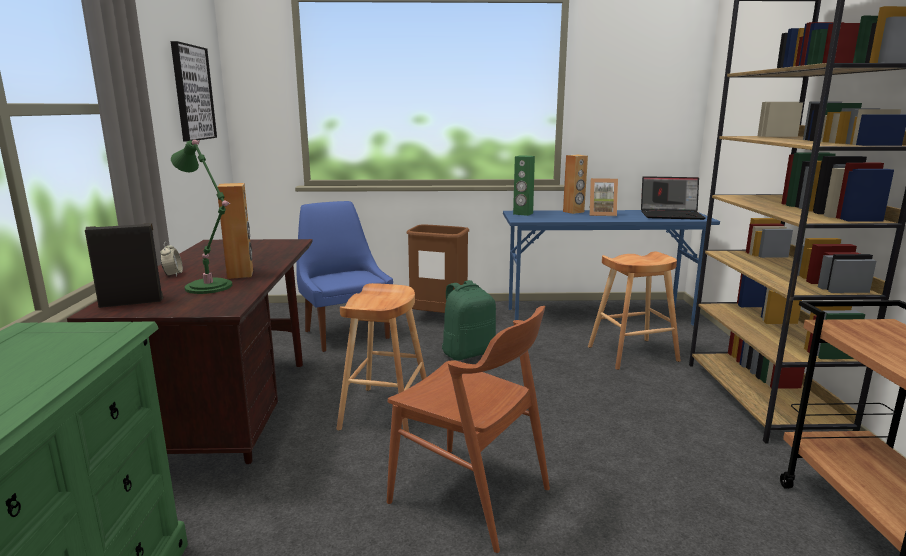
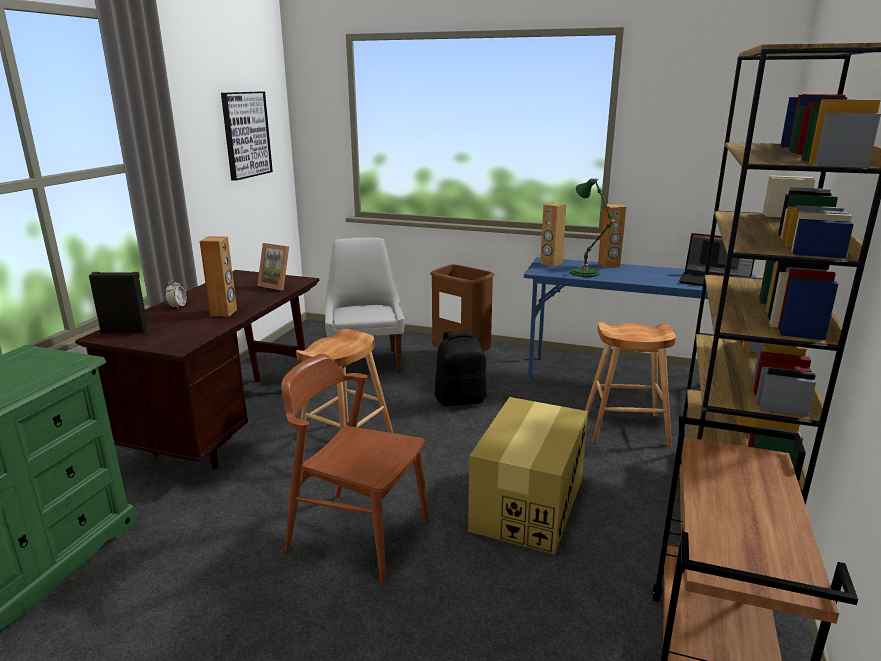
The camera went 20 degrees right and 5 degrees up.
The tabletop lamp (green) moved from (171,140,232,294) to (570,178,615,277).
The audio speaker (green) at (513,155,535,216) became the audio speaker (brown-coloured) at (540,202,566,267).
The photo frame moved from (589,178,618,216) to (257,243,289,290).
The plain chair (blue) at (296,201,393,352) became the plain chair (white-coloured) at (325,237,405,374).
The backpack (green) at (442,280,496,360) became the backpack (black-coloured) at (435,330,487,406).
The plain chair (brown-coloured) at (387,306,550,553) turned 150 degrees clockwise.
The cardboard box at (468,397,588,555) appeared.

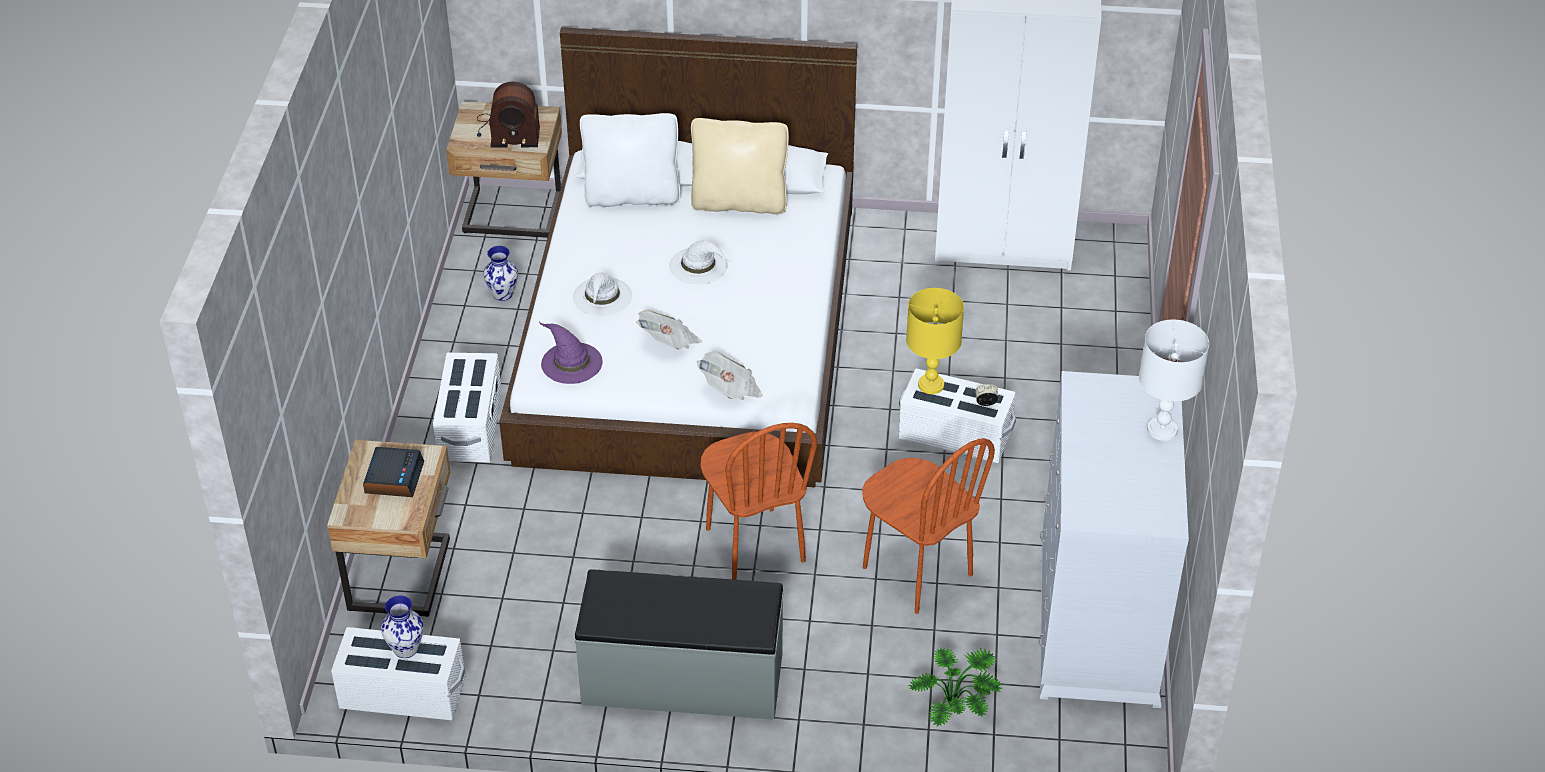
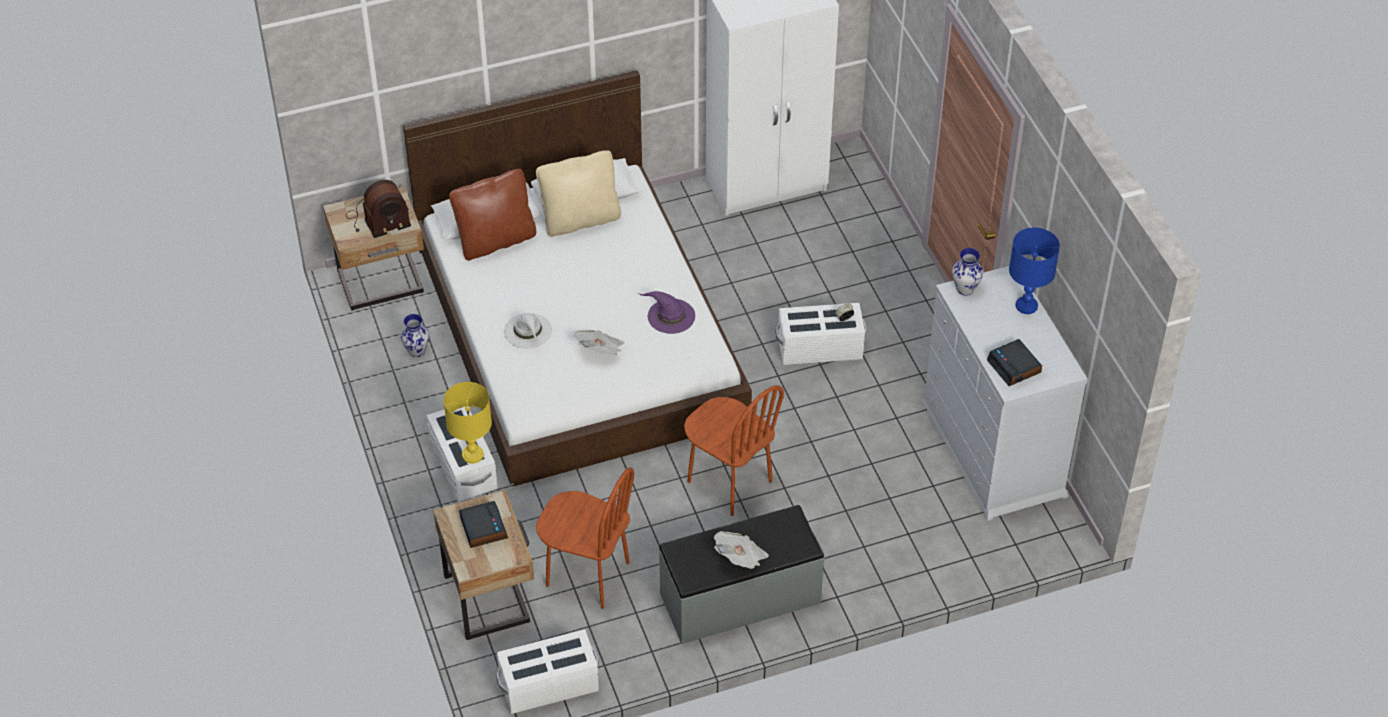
The camera went 25 degrees left and 5 degrees up.
The throw pillow (white-coloured) at (580,113,681,207) became the throw pillow (brown-coloured) at (449,169,536,261).
The wearable hat (white-coloured) at (669,241,730,285) disappeared.
The tabletop lamp (yellowish) moved from (906,288,964,394) to (444,382,492,464).
The tabletop lamp (white-coloured) at (1139,320,1209,441) became the tabletop lamp (blue) at (1009,228,1060,314).
The wearable hat (purple) moved from (539,322,603,384) to (638,291,695,334).
The printed paper moved from (697,352,763,400) to (714,531,769,569).
The plain chair (brown-coloured) moved from (862,438,995,614) to (536,467,634,609).
The flower vase moved from (381,596,424,658) to (952,248,984,296).
The potted plant at (909,647,1002,727) disappeared.
The table clock at (987,339,1042,386) appeared.

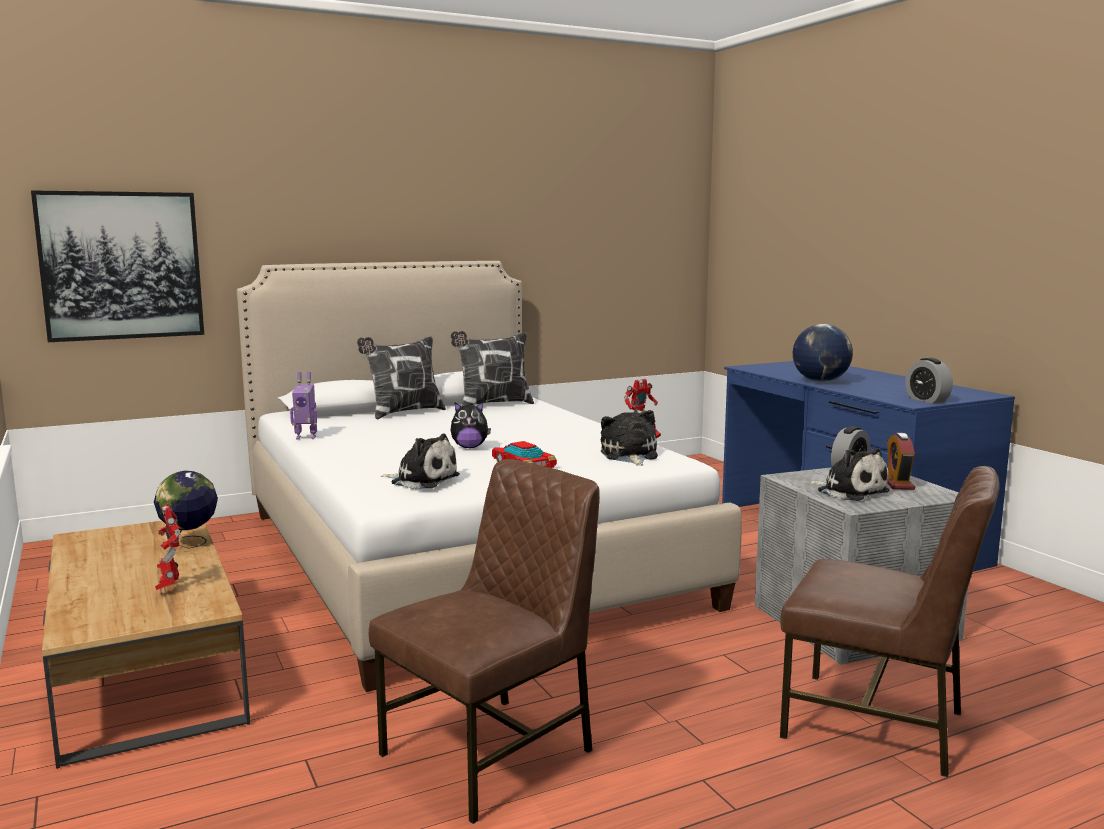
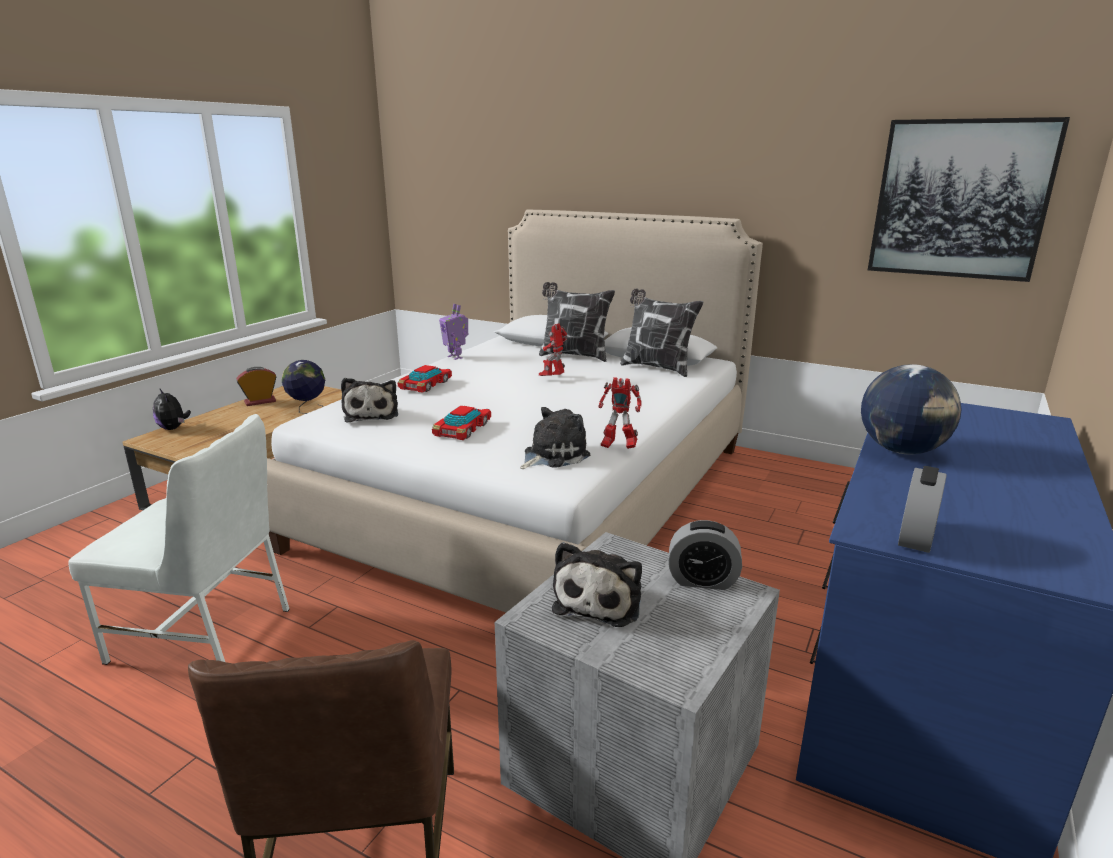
The camera went 55 degrees right and 10 degrees up.
The wall picture moved from (31,190,204,342) to (868,117,1070,282).
The soft toy moved from (450,402,491,448) to (153,388,191,430).
The table clock moved from (887,433,915,490) to (236,367,277,406).
The plain chair (brown-coloured) at (369,459,600,824) became the plain chair (white-coloured) at (68,414,290,665).
The robot figure moved from (155,503,181,590) to (539,323,568,376).
The toy car at (398,365,452,393) appeared.

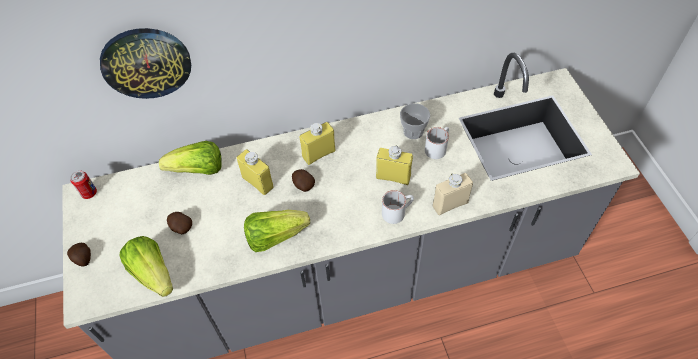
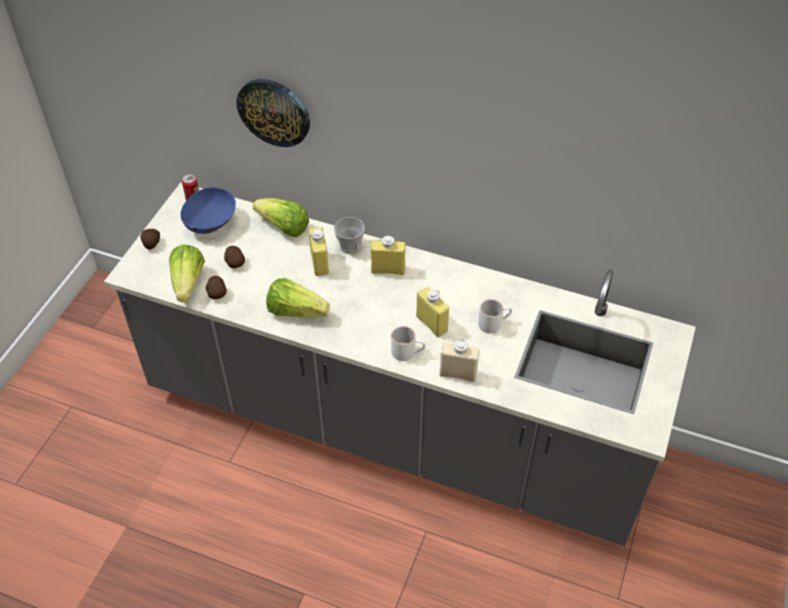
The camera went 35 degrees right and 5 degrees down.
The small cup moved from (400,103,430,139) to (334,217,365,254).
The potato moved from (292,169,315,192) to (206,276,227,299).
The serving bowl (blue) at (180,187,236,234) appeared.

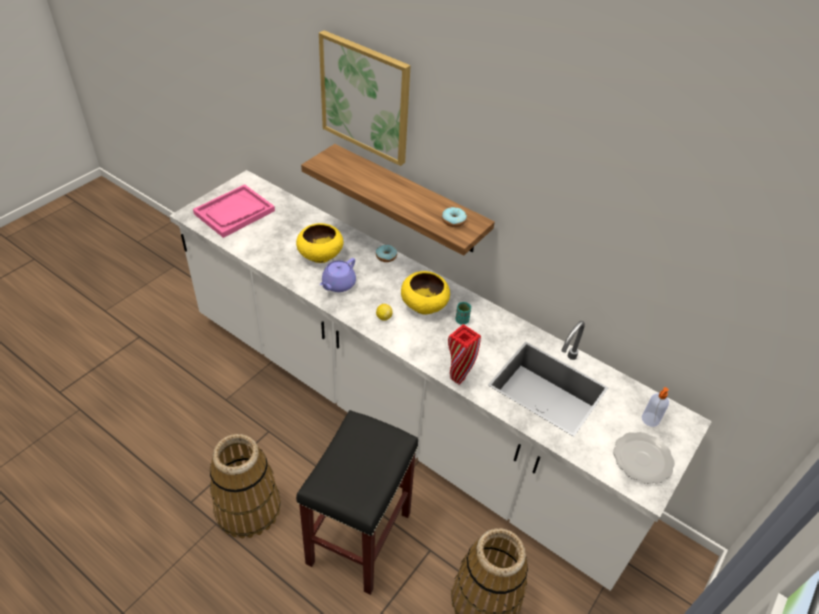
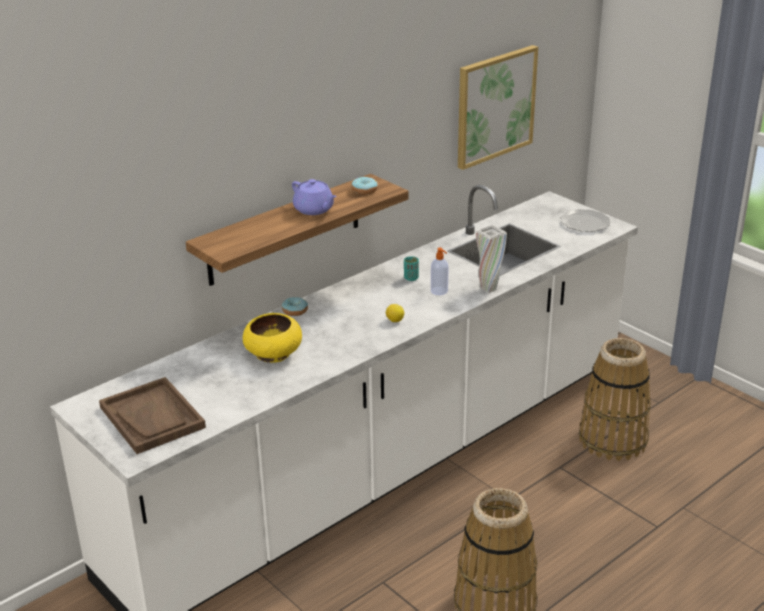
The camera went 75 degrees left and 15 degrees down.
The wall picture moved from (319,30,411,166) to (458,45,538,170).
The tray (pink-coloured) at (193,184,275,238) became the tray (brown-coloured) at (99,377,206,454).
The tea pot (purple) moved from (320,258,356,292) to (292,179,337,215).
The serving bowl (yellowish) at (401,271,450,315) disappeared.
The flower vase (reddish) at (448,324,481,384) became the flower vase (white-coloured) at (476,225,507,293).
The soap dispenser moved from (642,387,669,427) to (431,248,448,295).
The stool seat (black-coloured) at (296,410,418,595) disappeared.

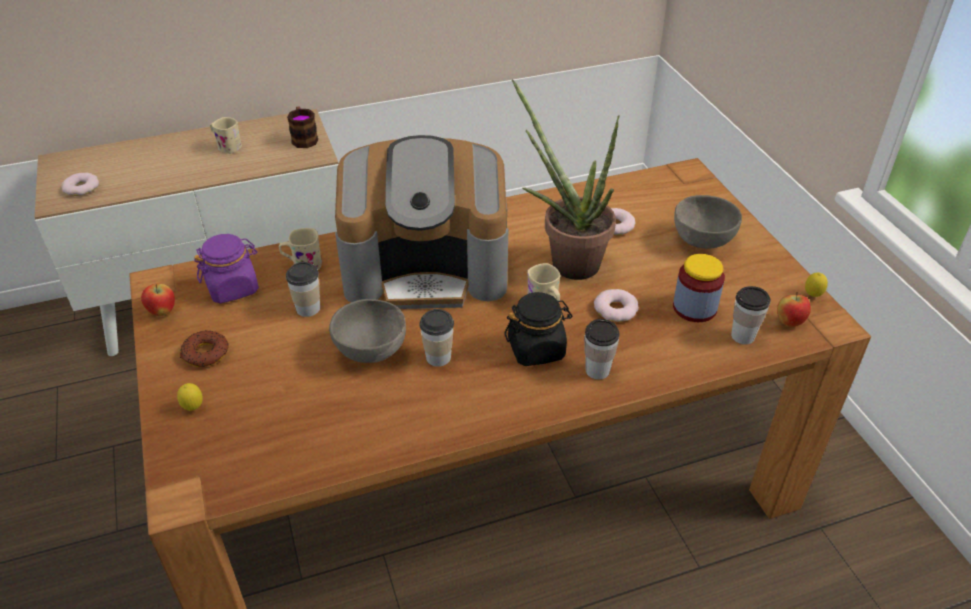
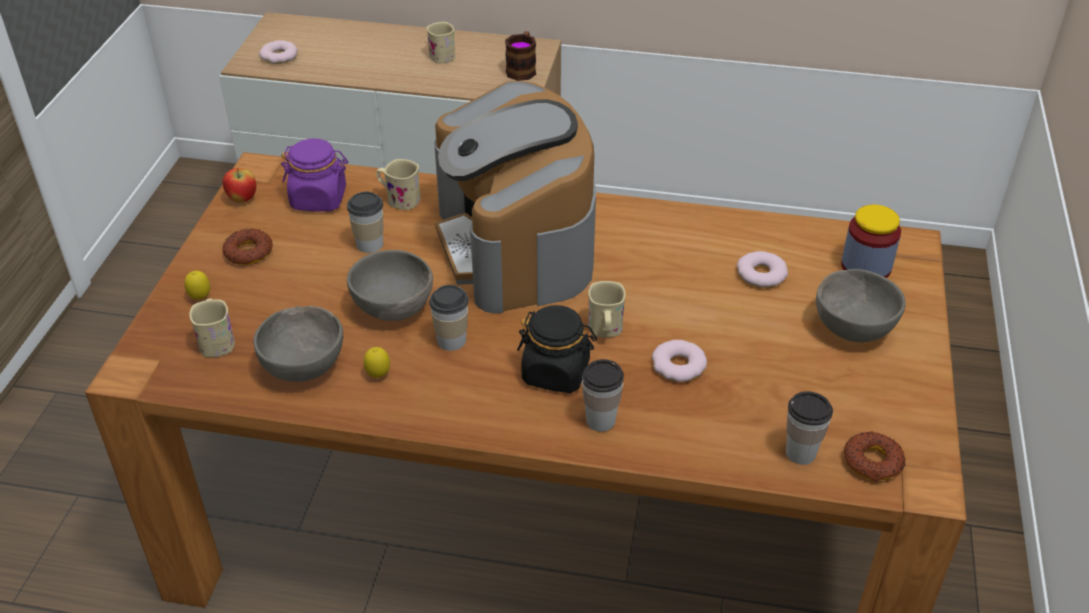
The camera went 30 degrees right and 0 degrees up.
The potted plant at (512,79,620,280) disappeared.
The coffee maker at (335,135,509,309) turned 45 degrees clockwise.
The storage jar moved from (673,254,725,322) to (841,204,901,278).
The whole lemon moved from (805,272,828,297) to (364,347,390,378).
The apple fruit at (777,292,811,327) was replaced by the doughnut at (844,431,905,482).
The mug (sand-coloured) at (189,299,235,357) appeared.
The serving bowl (gray) at (253,306,343,382) appeared.

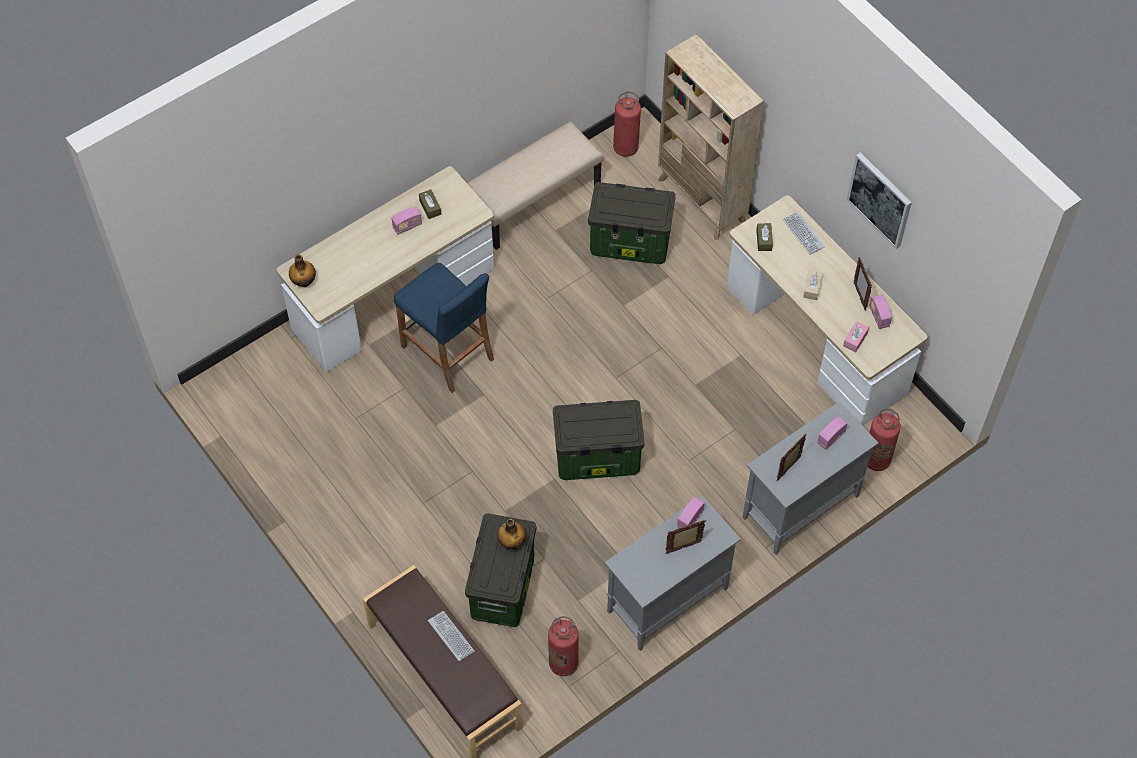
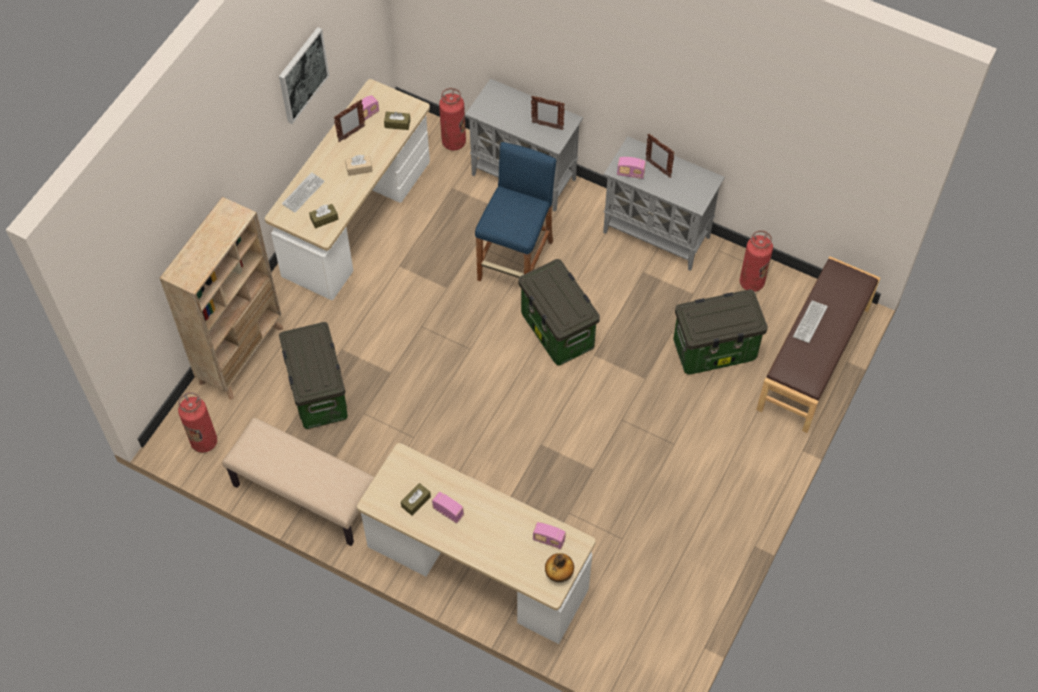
The camera went 115 degrees left and 0 degrees up.
The stool seat (blue) moved from (394,263,494,393) to (475,142,557,281).
The tissue box (pink-coloured) at (843,321,869,352) became the tissue box (brown-coloured) at (384,112,410,130).
The radio moved from (817,416,847,450) to (533,522,566,549).
The bottle at (497,519,526,549) disappeared.

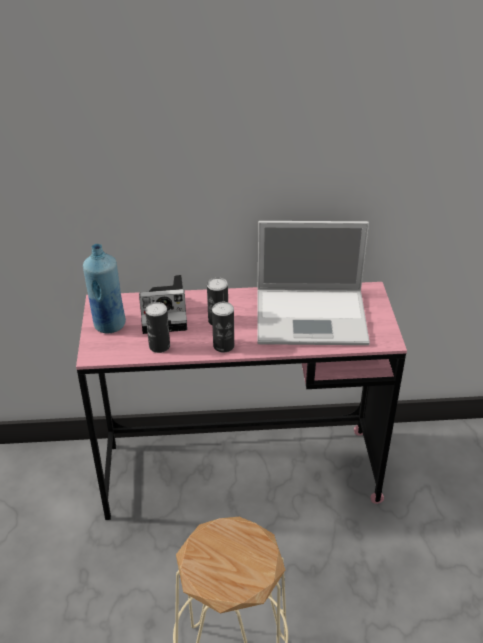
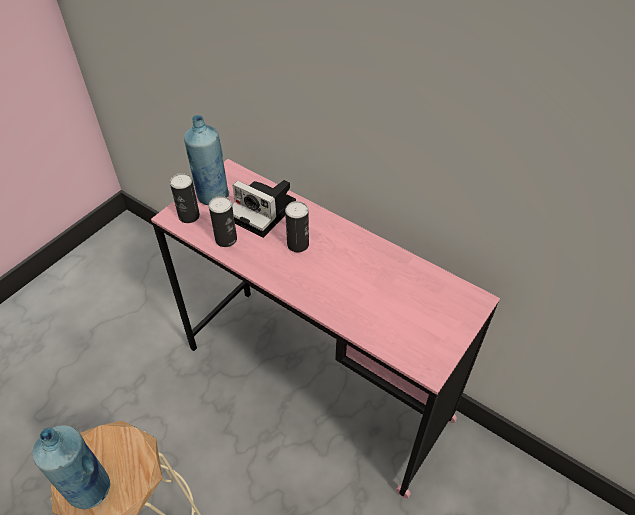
The camera went 40 degrees right and 10 degrees up.
The portable computer at (257,221,370,345) disappeared.
The metal can moved from (212,302,234,352) to (170,173,200,223).
The bottle (blue) at (33,425,110,509) appeared.

